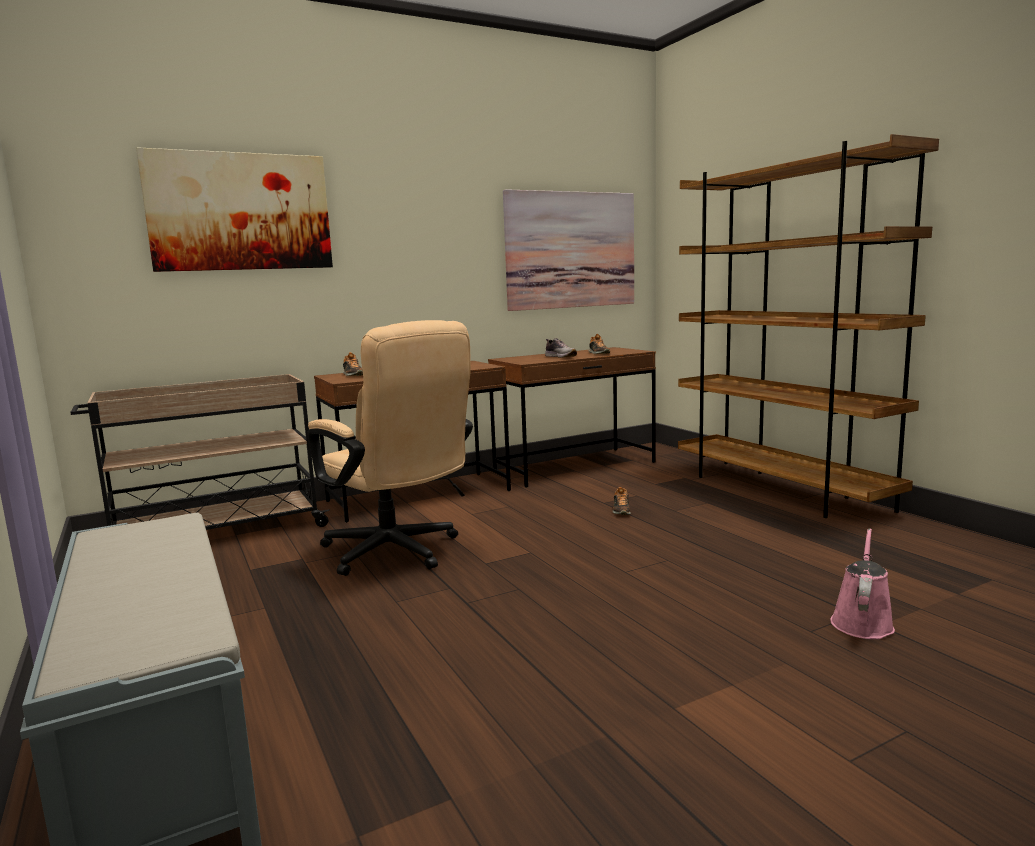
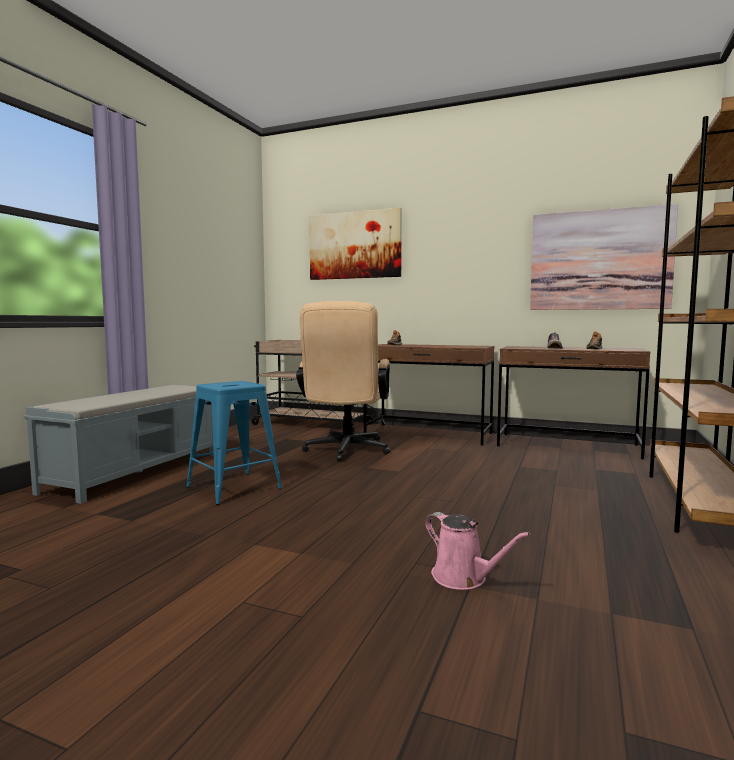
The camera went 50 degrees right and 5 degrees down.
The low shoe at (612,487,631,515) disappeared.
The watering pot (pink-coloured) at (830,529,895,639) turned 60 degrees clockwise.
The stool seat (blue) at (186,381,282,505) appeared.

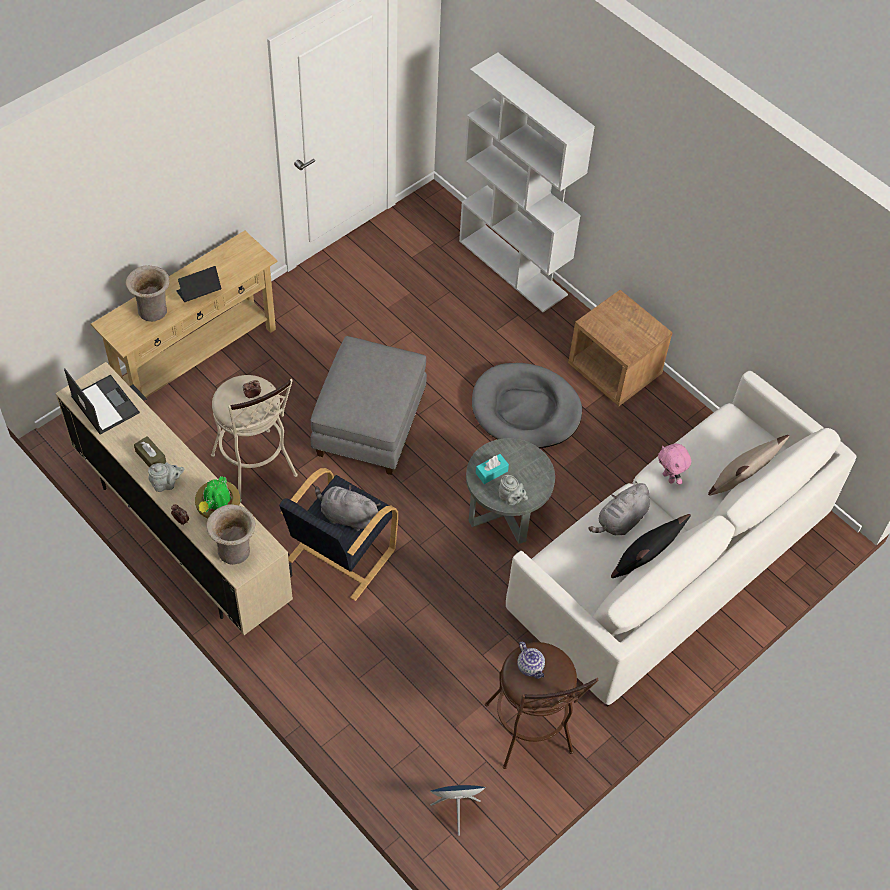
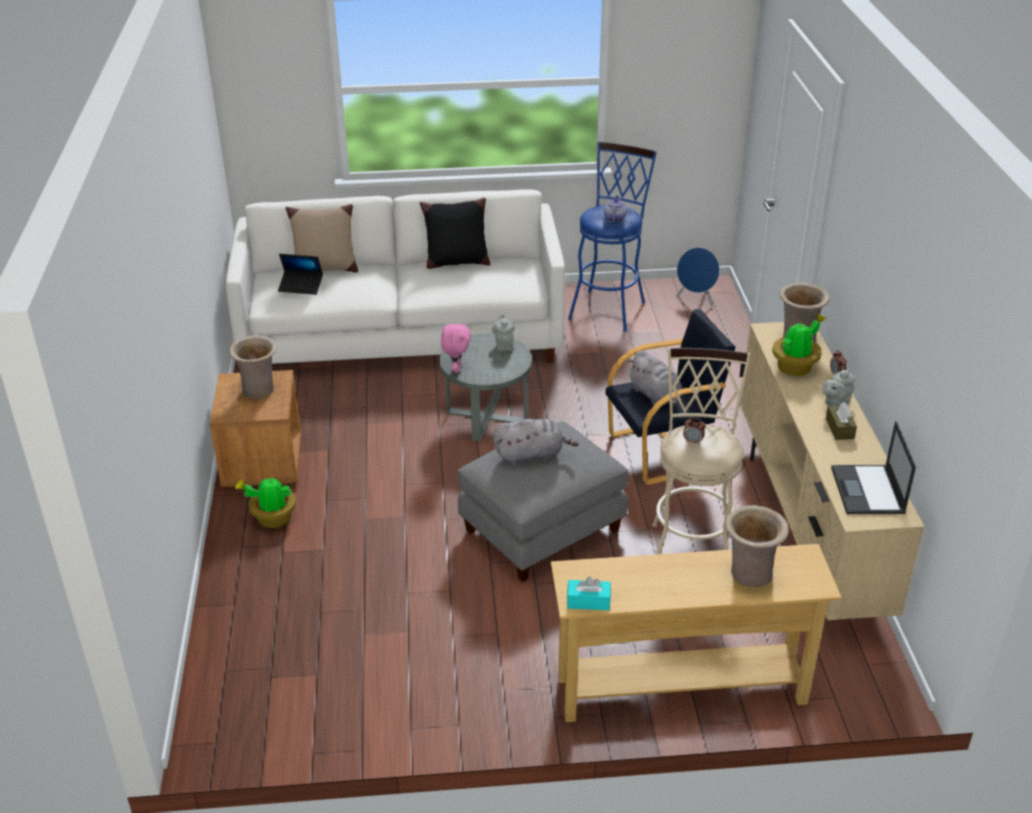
The camera went 140 degrees left and 20 degrees down.
The bookcase (white-coloured) at (459,53,595,312) disappeared.
The portable computer moved from (176,266,221,302) to (278,254,323,295).
The dog cushion (gray) at (472,363,582,448) disappeared.
The soft toy (pink-coloured) moved from (658,444,691,485) to (441,322,471,373).
The tissue box (blue-green) moved from (476,454,509,484) to (567,576,611,610).
The tea pot (gray) at (148,462,184,492) turned 60 degrees counterclockwise.
The soft toy (gray) moved from (589,481,650,535) to (493,419,578,465).
The stool seat (brown-coloured) at (485,642,599,769) became the stool seat (blue) at (568,142,657,332).
The flower vase (sand-coloured) at (229,335,277,399) appeared.
The potted plant at (235,476,296,528) appeared.

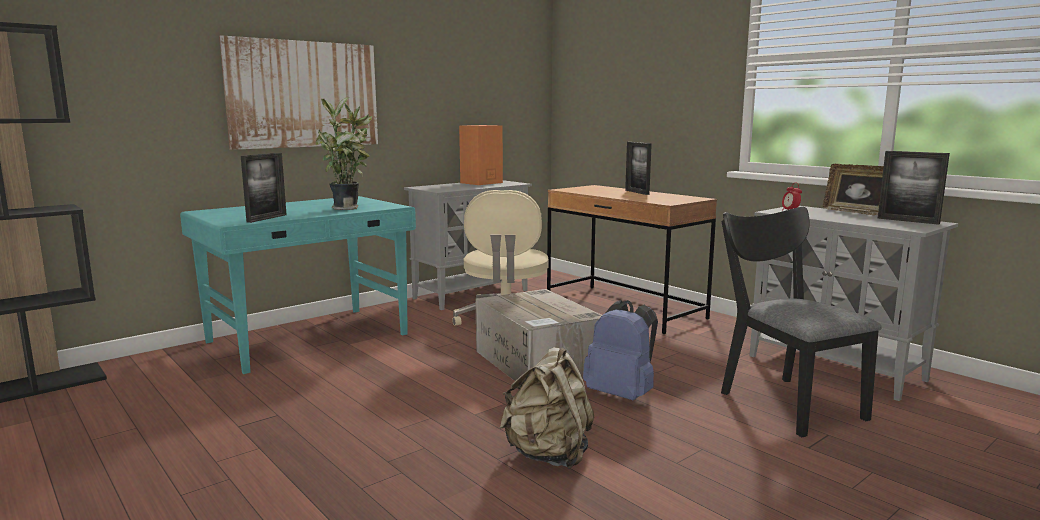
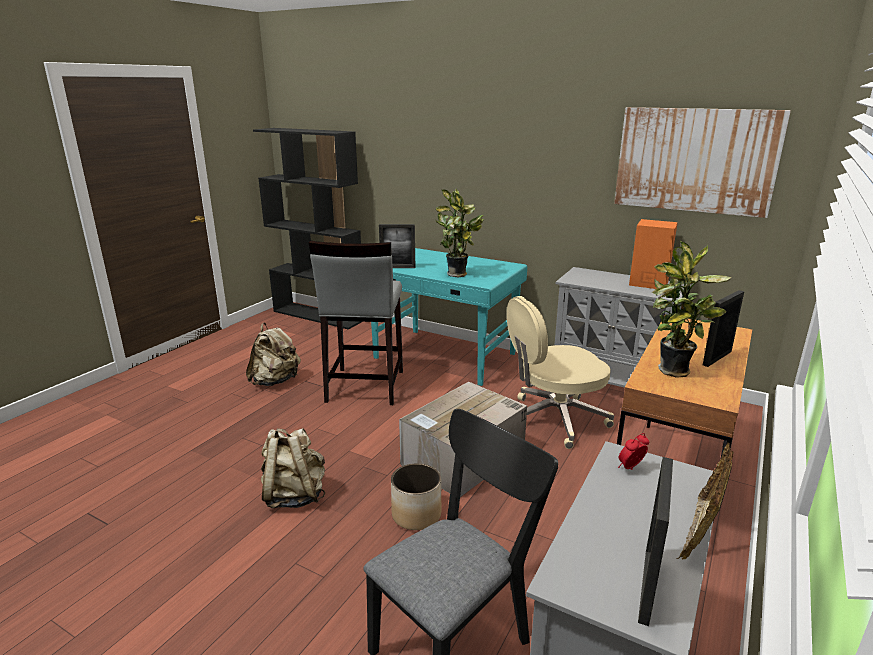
The camera went 70 degrees right and 10 degrees up.
The wall picture moved from (219,35,378,150) to (614,107,791,218).
The backpack (blue) at (583,300,658,400) was replaced by the flower pot at (391,463,441,530).
The stool seat (gray) at (309,241,403,405) appeared.
The potted plant at (652,241,731,378) appeared.
The backpack (sand-coloured) at (246,323,301,386) appeared.

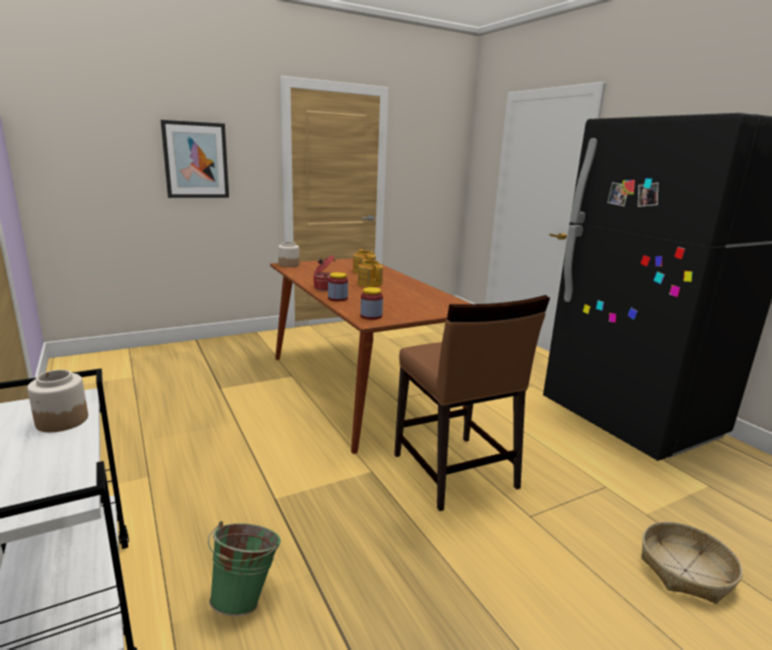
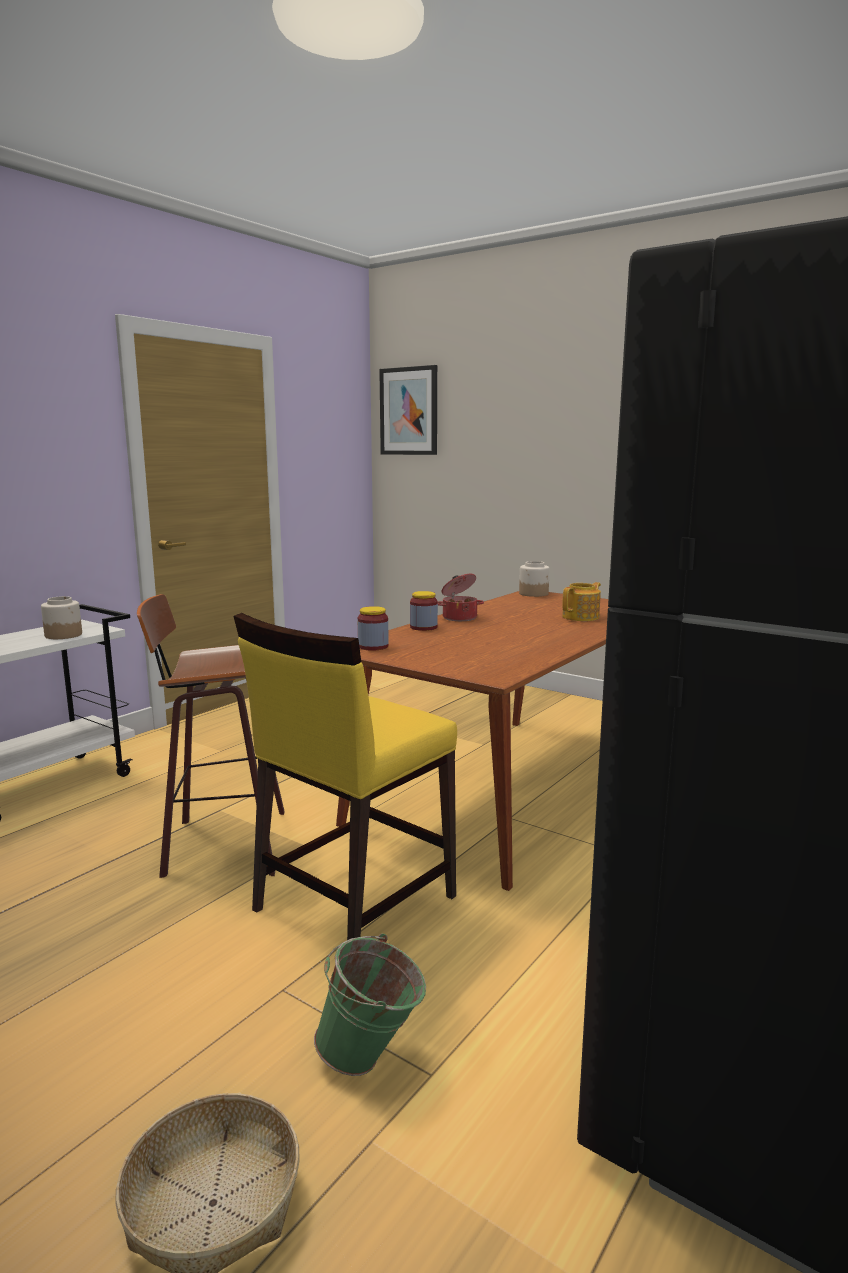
The camera went 65 degrees right and 5 degrees down.
The wall picture moved from (161,120,229,198) to (379,365,437,455).
The tea pot at (358,259,383,287) disappeared.
The plain chair (brown-coloured) at (394,295,550,511) became the plain chair (yellowish) at (233,613,457,940).
The bucket (green) moved from (208,521,281,616) to (314,934,426,1076).
The stool seat at (137,594,285,878) appeared.

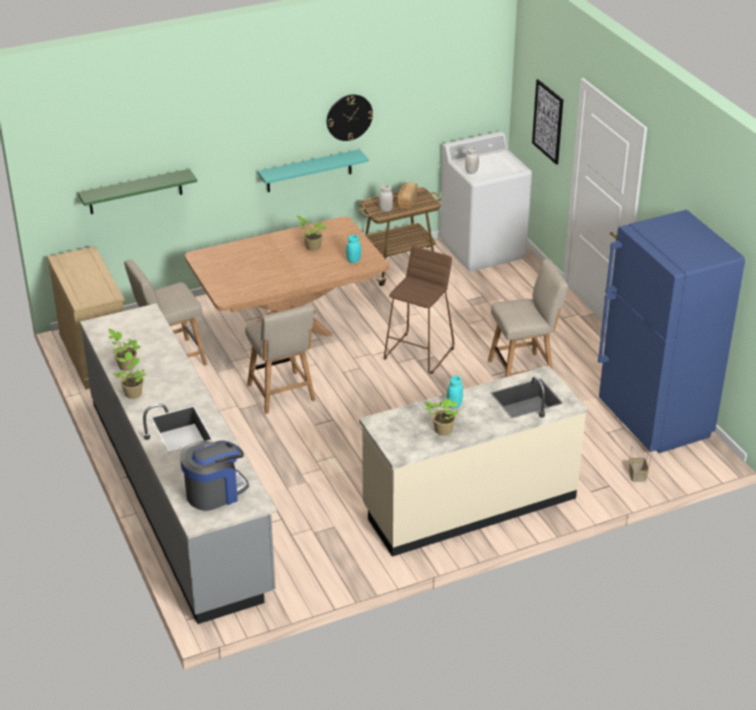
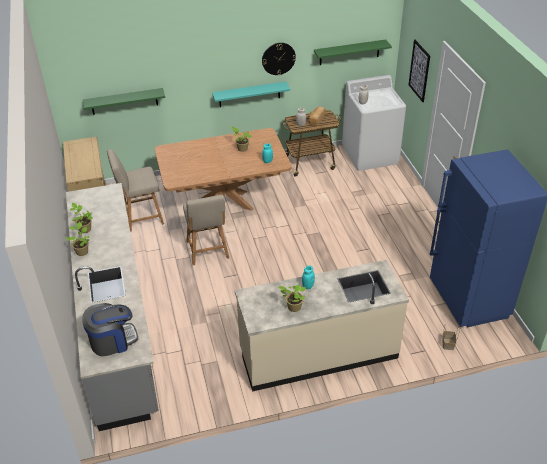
The camera went 10 degrees right and 5 degrees up.
The stool seat (brown-coloured) at (384,246,455,374) disappeared.
The plain chair (sand-coloured) at (488,259,568,377) disappeared.
The shelf (green) at (314,39,392,65) appeared.

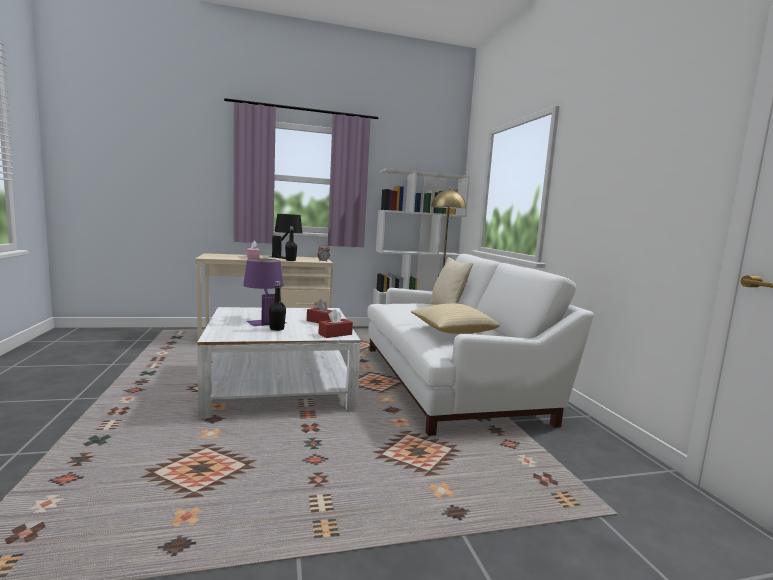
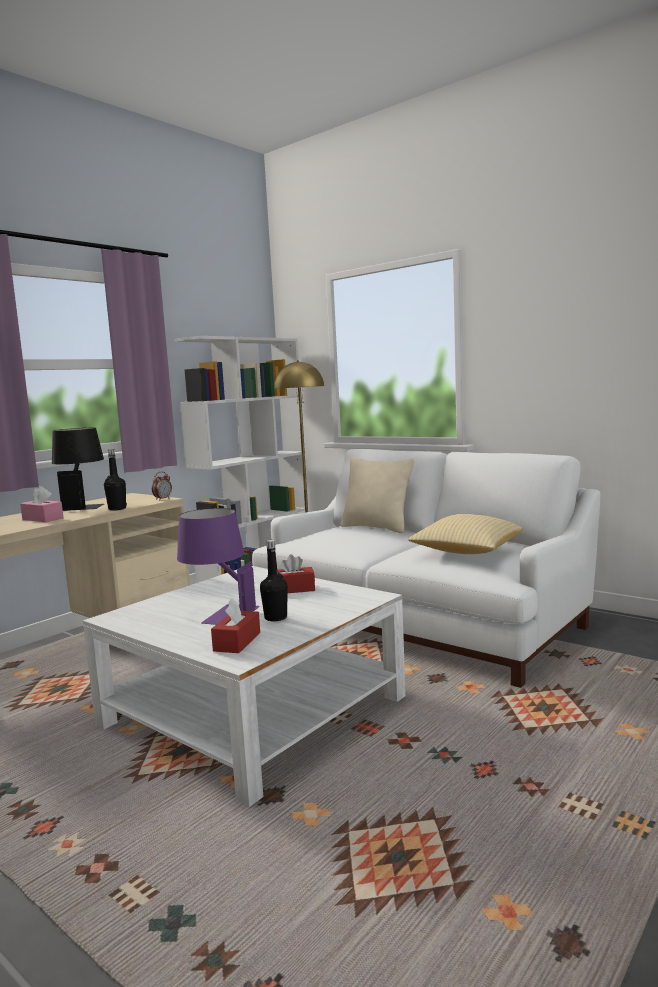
The camera went 35 degrees left and 0 degrees up.
The tissue box (reddish) moved from (318,309,353,338) to (211,598,260,653).

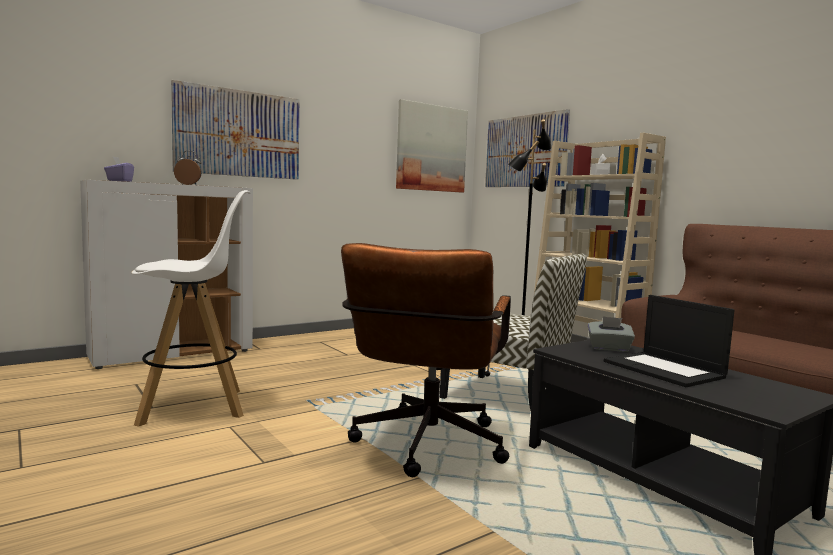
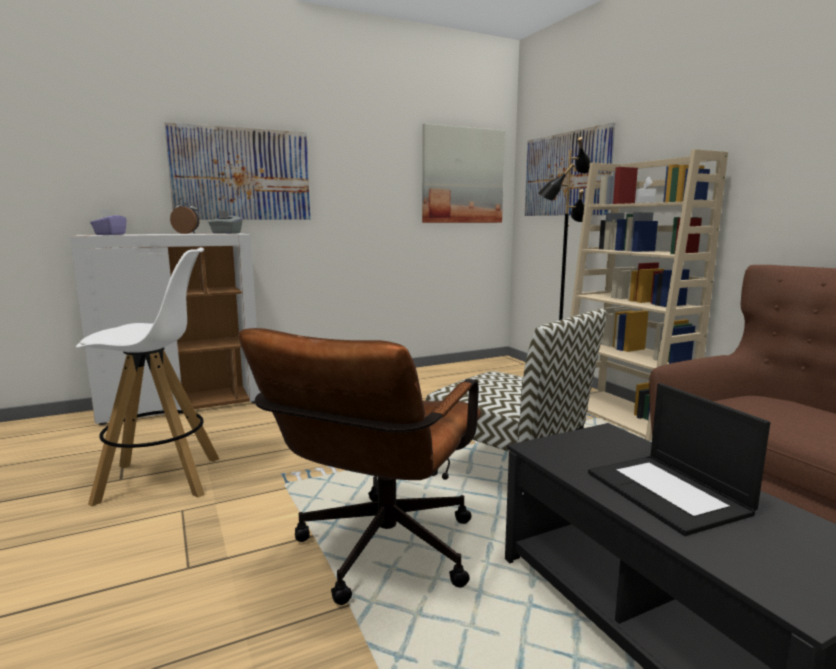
The camera went 10 degrees right and 5 degrees up.
The tissue box (gray) moved from (588,316,635,352) to (208,210,243,234).

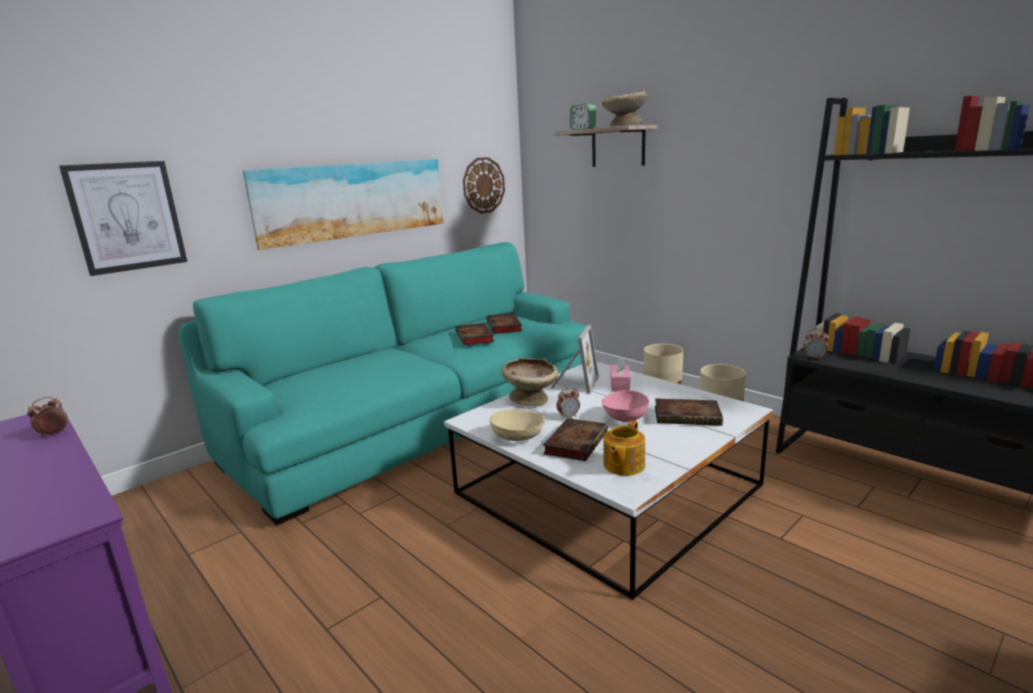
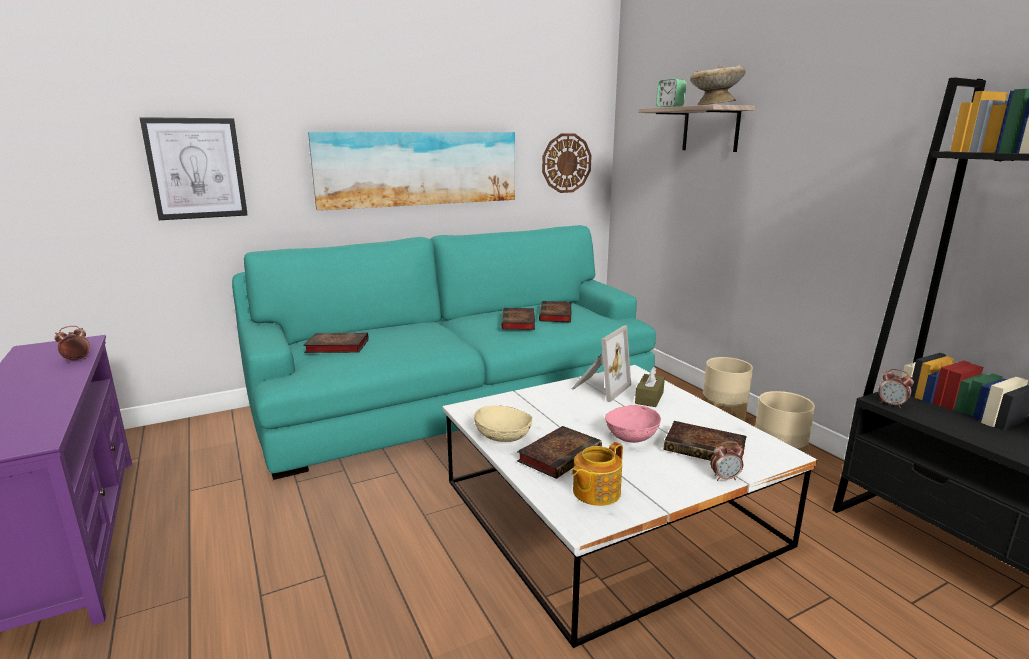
The camera went 15 degrees right and 0 degrees up.
The serving bowl (sand-coloured) at (502,357,559,406) disappeared.
The tissue box (pink-coloured) at (611,357,631,391) became the tissue box (brown-coloured) at (635,367,665,407).
The table clock moved from (556,387,580,419) to (710,441,744,481).
The bound book at (303,333,369,353) appeared.

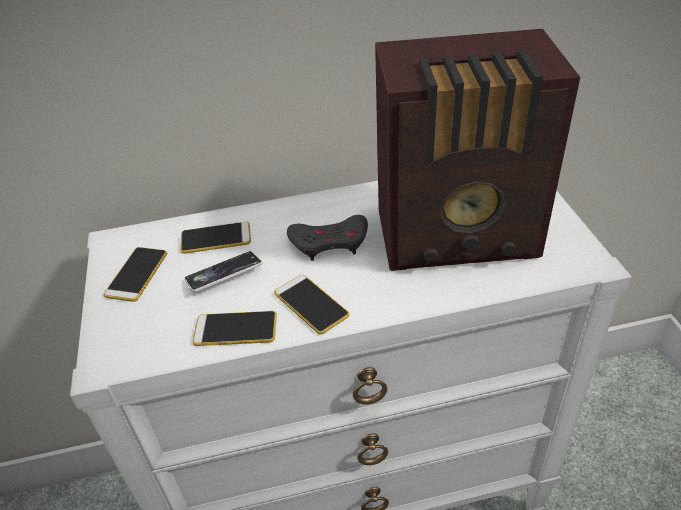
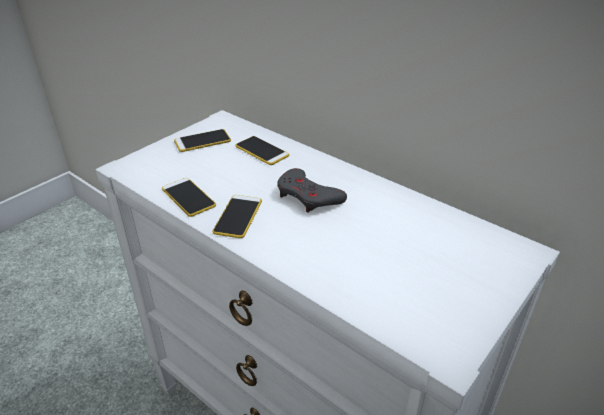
The camera went 50 degrees right and 5 degrees down.
The radio at (375,29,581,271) disappeared.
The phone at (184,251,263,292) disappeared.

